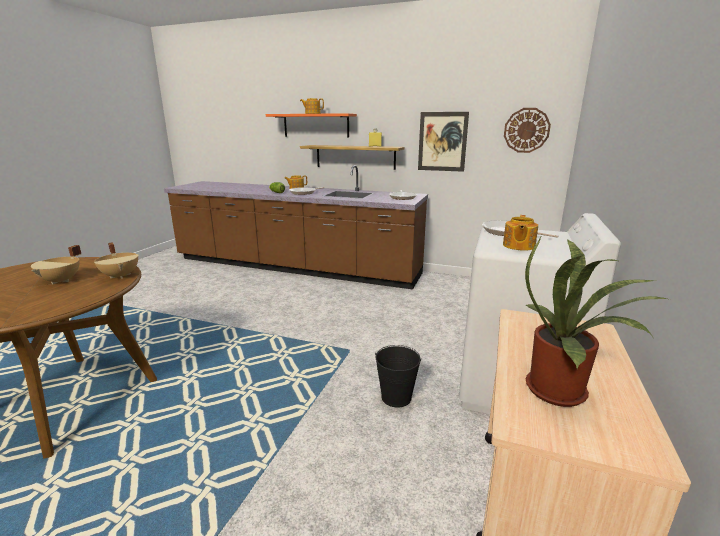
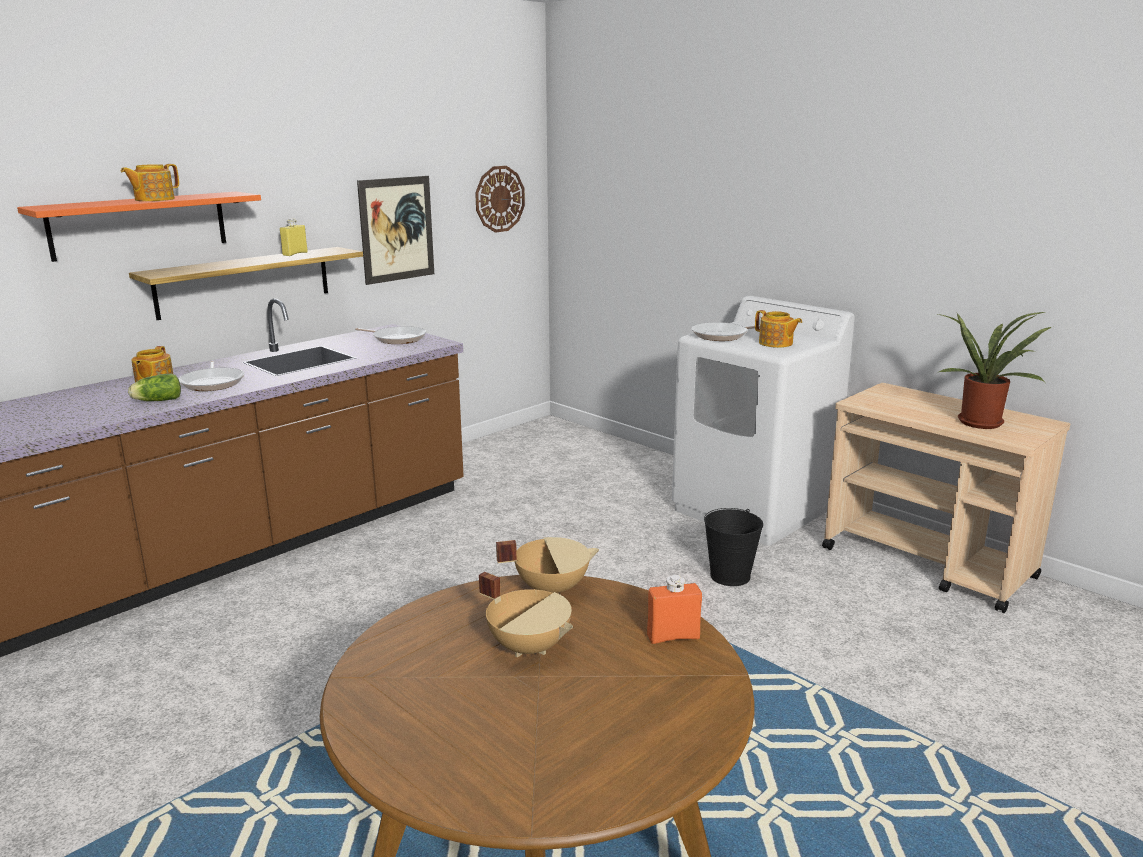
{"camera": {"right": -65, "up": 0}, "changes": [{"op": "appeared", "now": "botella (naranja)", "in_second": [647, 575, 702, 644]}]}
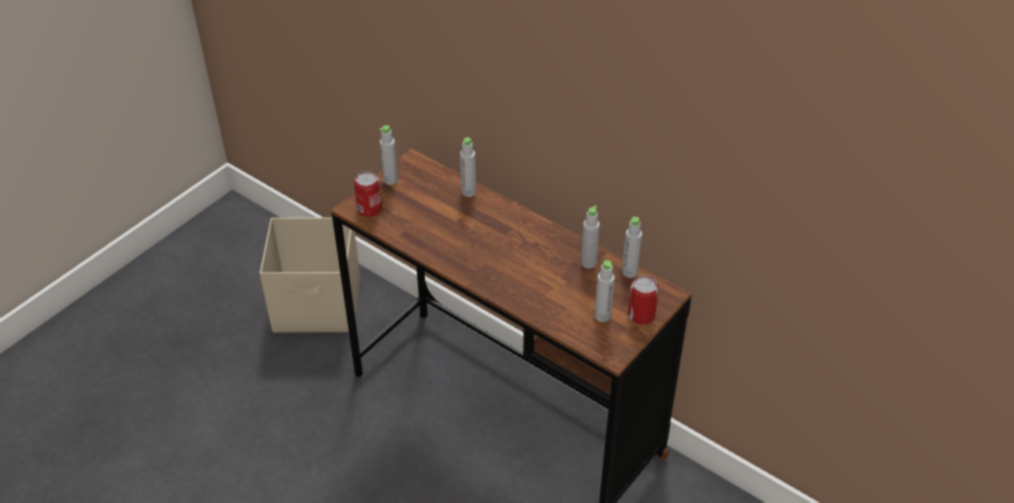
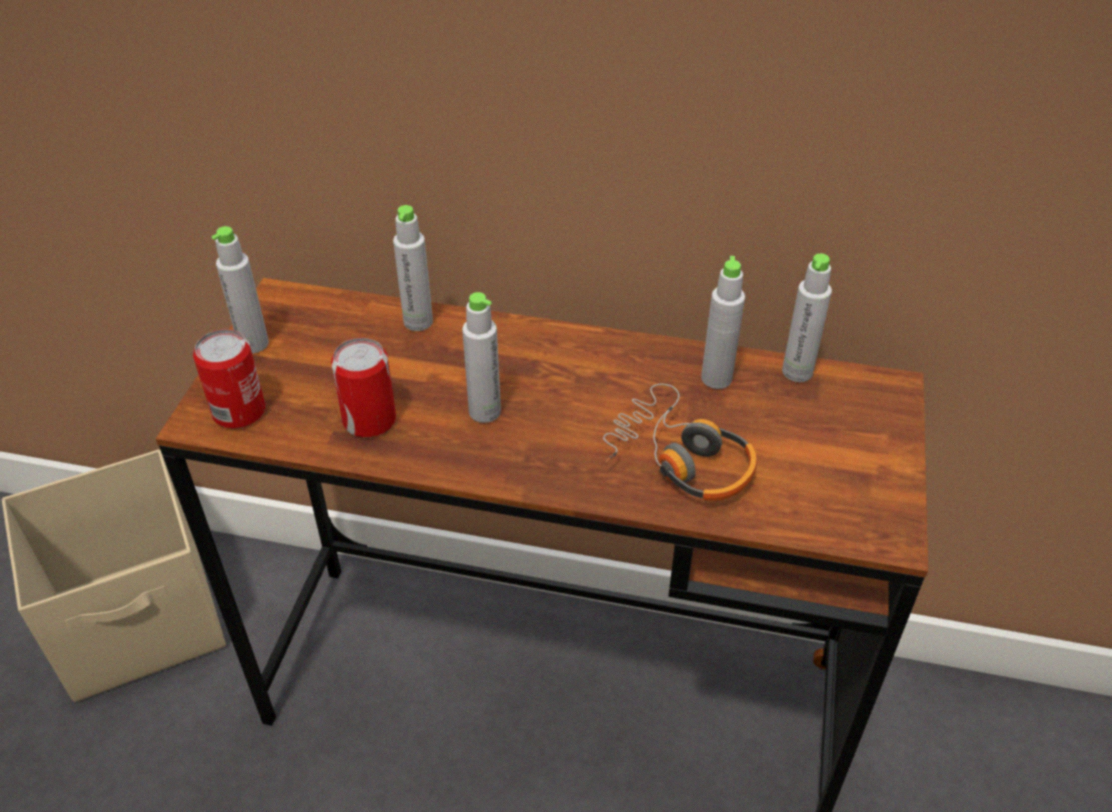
{"camera": {"right": -25, "up": 0}, "changes": [{"op": "relocated", "was": "lata", "in_first": [628, 275, 659, 325], "in_second": [331, 338, 396, 438]}, {"op": "relocated", "was": "botella (gris)", "in_first": [595, 260, 615, 322], "in_second": [462, 292, 501, 423]}, {"op": "appeared", "now": "auriculares", "in_second": [603, 384, 757, 501]}]}
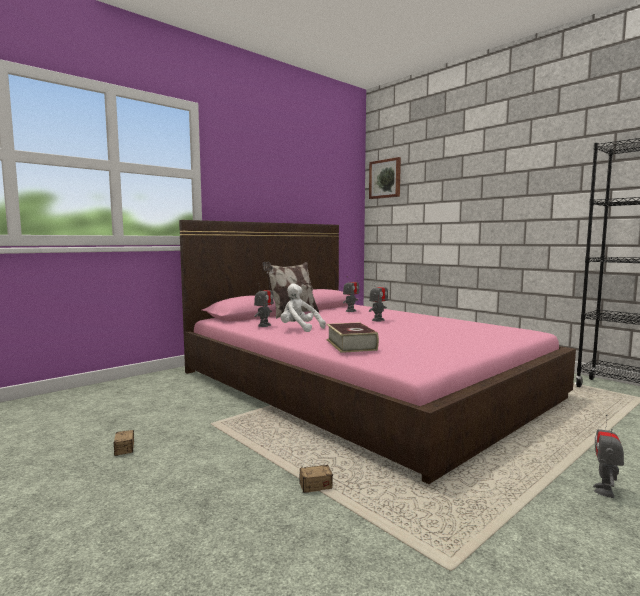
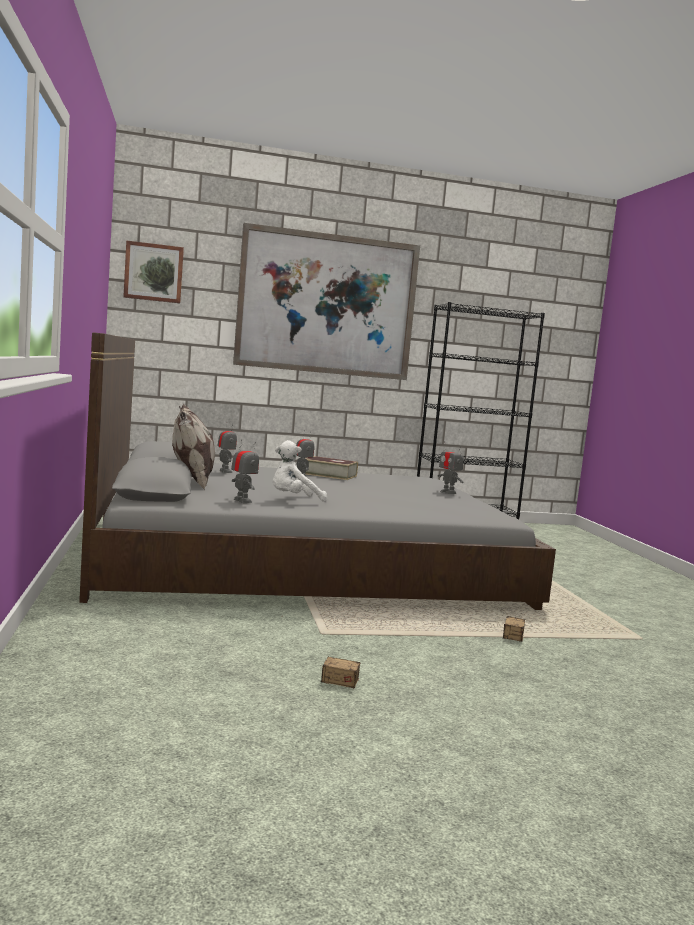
{"camera": {"right": -60, "up": 0}, "changes": [{"op": "colour", "was": "cama (rosa)", "now": "cama (gris)", "in_first": [179, 220, 576, 484], "in_second": [79, 332, 556, 610]}, {"op": "appeared", "now": "cuadro", "in_second": [233, 223, 420, 380]}, {"op": "relocated", "was": "libro", "in_first": [327, 322, 379, 353], "in_second": [305, 456, 358, 480]}, {"op": "relocated", "was": "robot de juguete", "in_first": [593, 414, 624, 498], "in_second": [438, 441, 463, 494]}]}
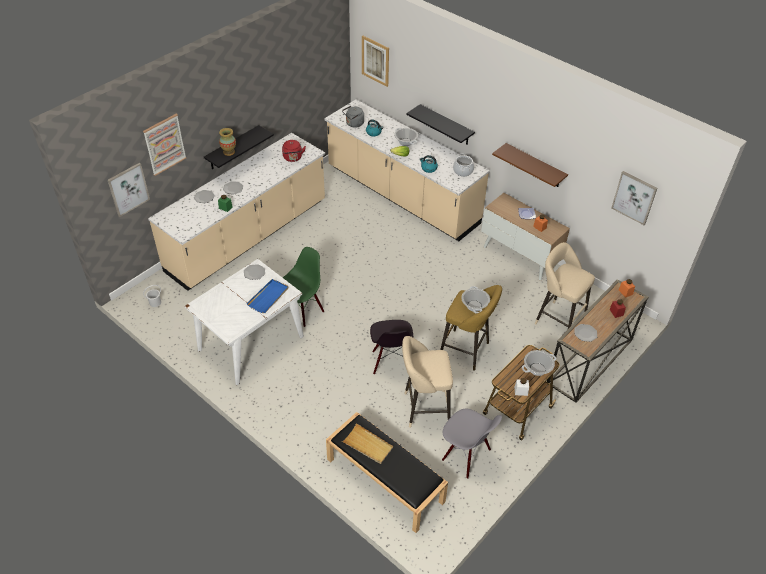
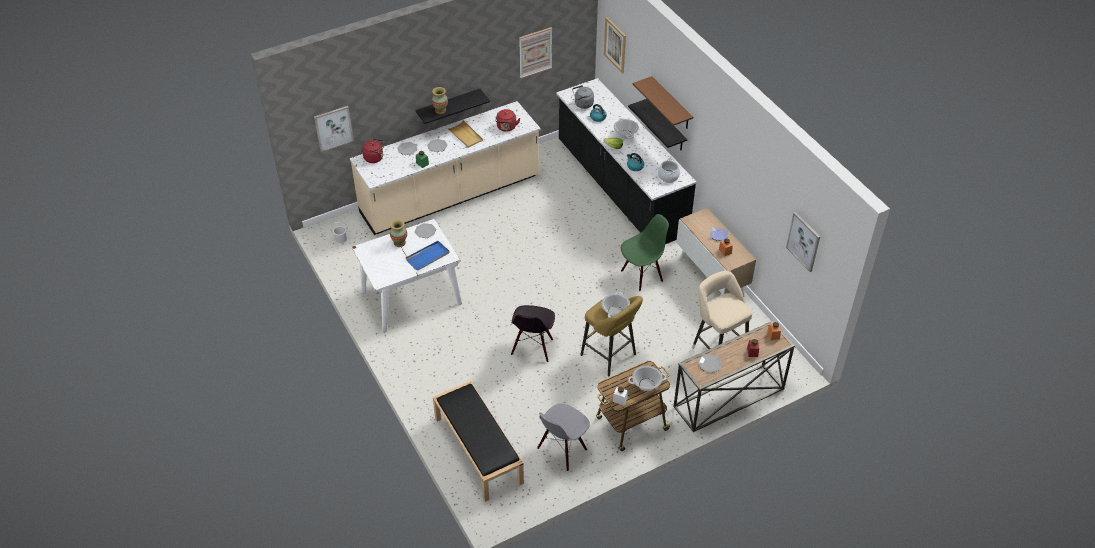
{"camera": {"right": 20, "up": 0}, "changes": [{"op": "appeared", "now": "hervidor (rojo)", "in_second": [362, 138, 385, 163]}, {"op": "appeared", "now": "florero", "in_second": [390, 219, 407, 247]}, {"op": "relocated", "was": "bandeja (beis)", "in_first": [342, 423, 393, 464], "in_second": [447, 120, 483, 148]}, {"op": "relocated", "was": "cuadro", "in_first": [143, 114, 186, 176], "in_second": [519, 27, 552, 78]}, {"op": "spun", "was": "silla (gris)", "in_first": [442, 408, 502, 479], "in_second": [537, 403, 590, 471], "clockwise": 75}, {"op": "colour", "was": "mueble bajo de cocina (beis)", "now": "mueble bajo de cocina (negro)", "in_first": [324, 99, 490, 241], "in_second": [556, 78, 696, 244]}, {"op": "relocated", "was": "silla (verde)", "in_first": [283, 247, 324, 327], "in_second": [621, 214, 669, 291]}, {"op": "relocated", "was": "estante (marrón)", "in_first": [492, 143, 568, 187], "in_second": [633, 76, 693, 129]}, {"op": "missing", "was": "taburete (beis)", "in_first": [402, 336, 453, 428]}]}
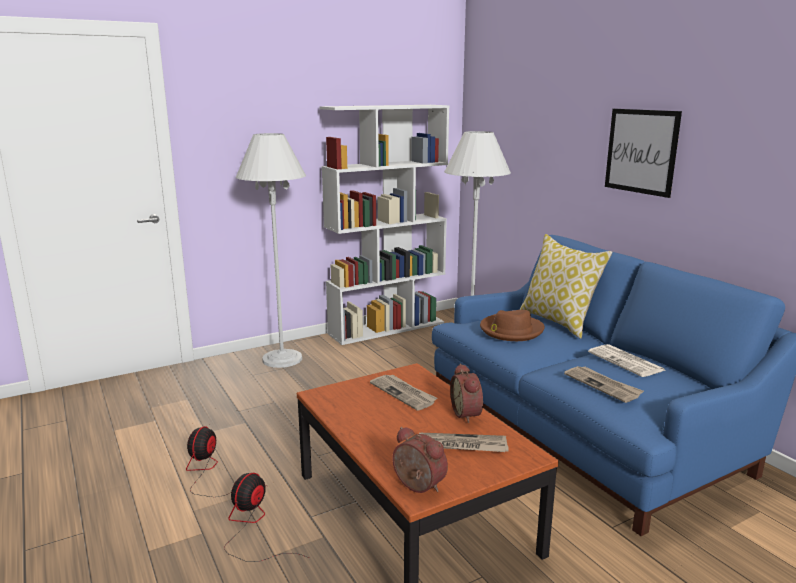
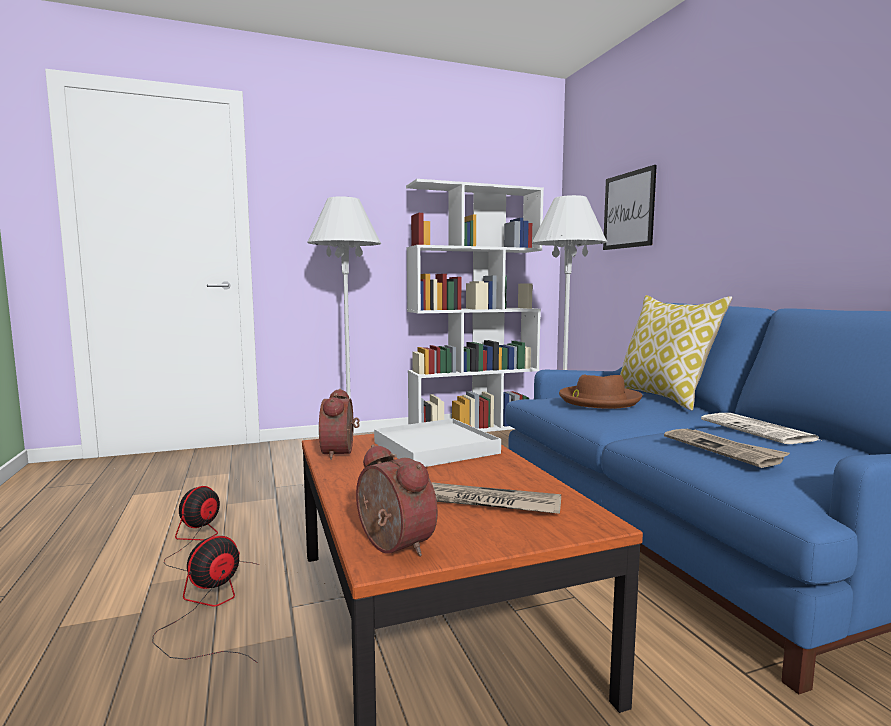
{"camera": {"right": 10, "up": -10}, "changes": [{"op": "relocated", "was": "despertador", "in_first": [450, 363, 483, 423], "in_second": [319, 389, 360, 460]}, {"op": "exchanged", "was": "periódico", "now": "bandeja (blanco)", "in_first": [370, 375, 437, 411], "in_second": [374, 419, 501, 467]}, {"op": "relocated", "was": "cuadro", "in_first": [605, 109, 682, 198], "in_second": [603, 165, 657, 250]}]}
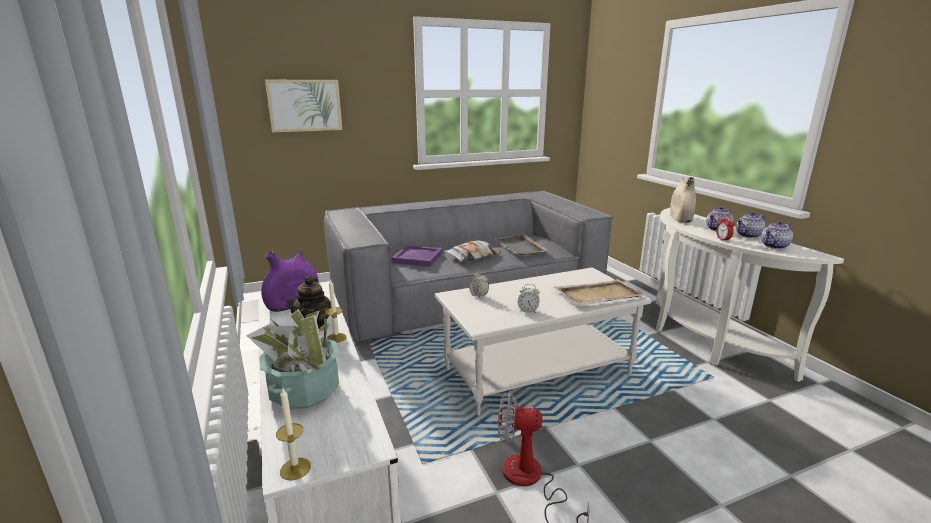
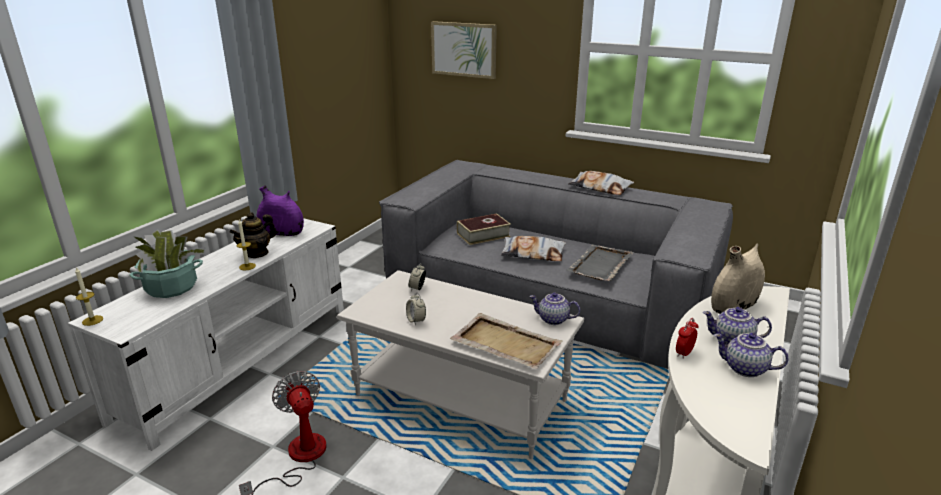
{"camera": {"right": 50, "up": 5}, "changes": [{"op": "exchanged", "was": "bandeja (morado)", "now": "libro", "in_first": [392, 245, 442, 267], "in_second": [457, 214, 511, 245]}, {"op": "relocated", "was": "tetera", "in_first": [761, 221, 793, 249], "in_second": [529, 292, 580, 325]}, {"op": "appeared", "now": "cojín", "in_second": [568, 171, 634, 195]}]}
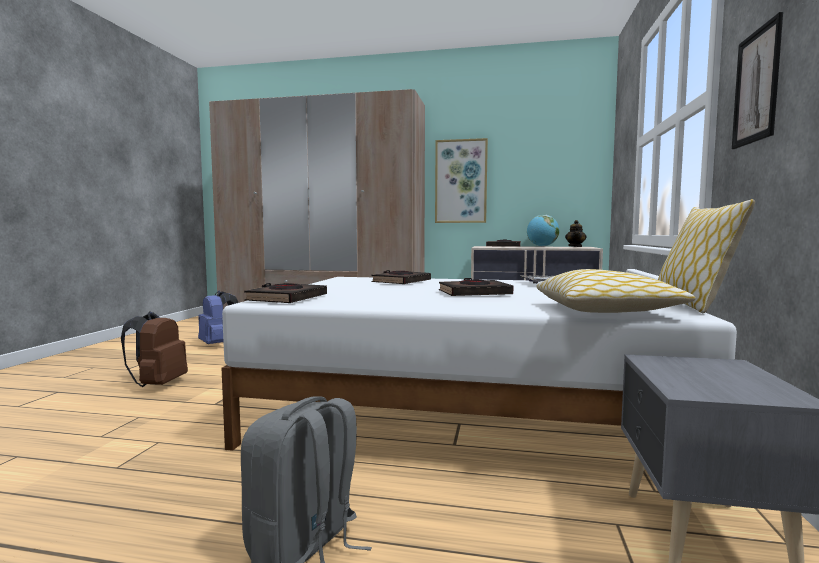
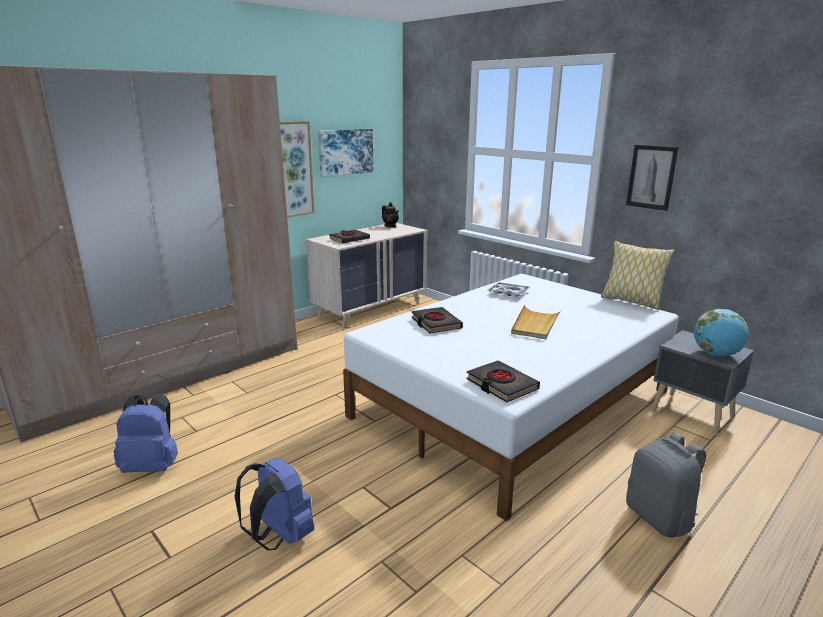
{"camera": {"right": -55, "up": 15}, "changes": [{"op": "colour", "was": "mochila (marrón)", "now": "mochila (azul)", "in_first": [121, 311, 188, 387], "in_second": [234, 458, 314, 550]}, {"op": "appeared", "now": "cuadro", "in_second": [318, 129, 374, 177]}, {"op": "exchanged", "was": "libro (negro)", "now": "bandeja (beis)", "in_first": [439, 278, 513, 296], "in_second": [511, 305, 561, 339]}, {"op": "relocated", "was": "globo terráqueo", "in_first": [527, 215, 559, 247], "in_second": [694, 309, 748, 357]}, {"op": "missing", "was": "cojín", "in_first": [536, 269, 696, 313]}]}
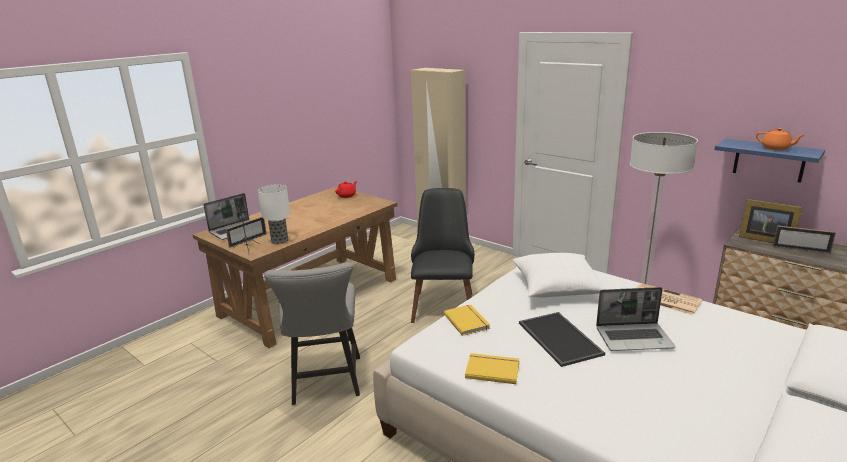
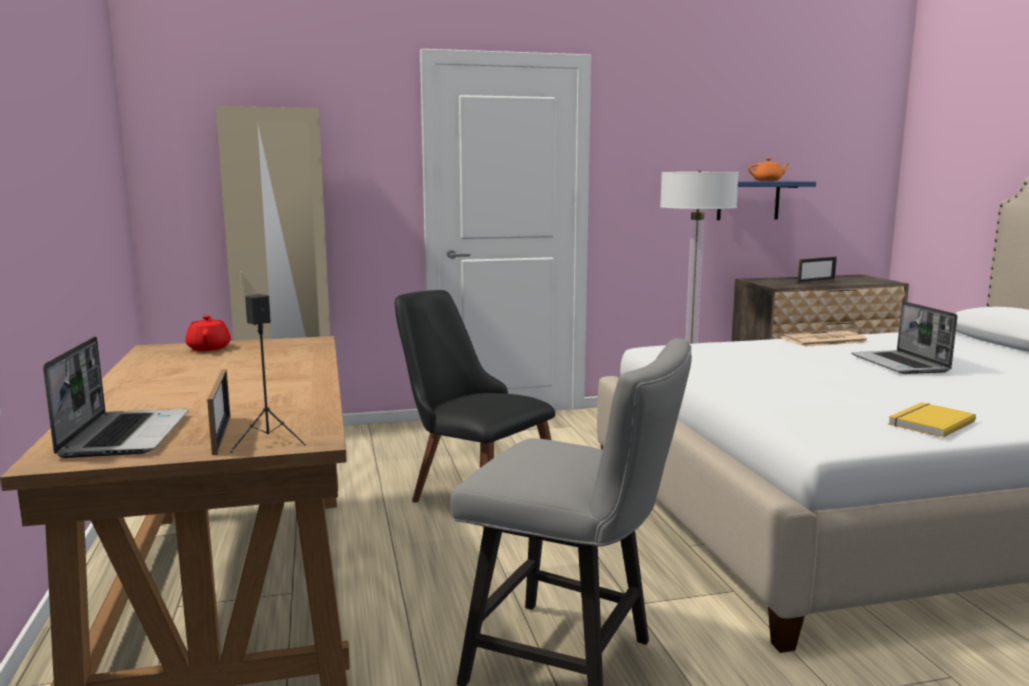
{"camera": {"right": -55, "up": -10}, "changes": [{"op": "spun", "was": "portátil", "in_first": [596, 287, 676, 351], "in_second": [851, 301, 957, 374], "clockwise": 135}, {"op": "missing", "was": "lámpara de mesa", "in_first": [258, 185, 290, 244]}, {"op": "missing", "was": "libro (amarillo)", "in_first": [444, 304, 490, 336]}, {"op": "missing", "was": "cojín (blanco)", "in_first": [513, 253, 608, 297]}, {"op": "missing", "was": "bandeja", "in_first": [519, 312, 605, 367]}, {"op": "missing", "was": "portarretratos", "in_first": [739, 199, 802, 243]}]}
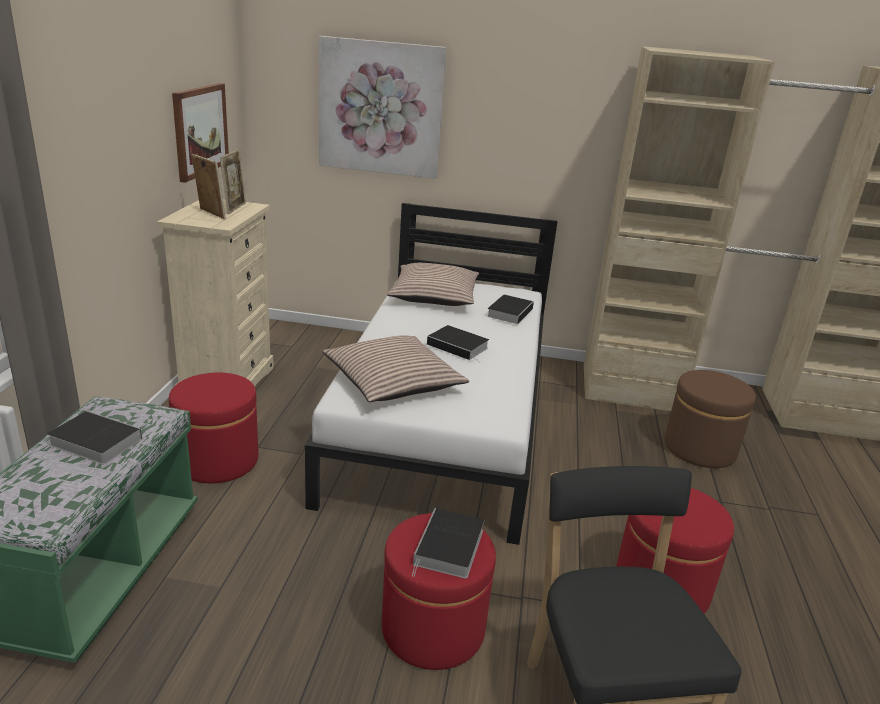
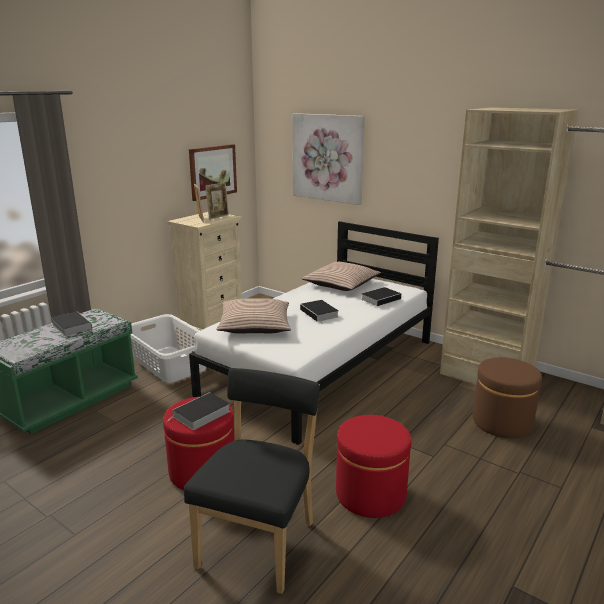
{"camera": {"right": 30, "up": -5}, "changes": [{"op": "exchanged", "was": "puf (rojo)", "now": "cesto de la ropa (blanco)", "in_first": [169, 373, 259, 483], "in_second": [130, 314, 206, 383]}]}
